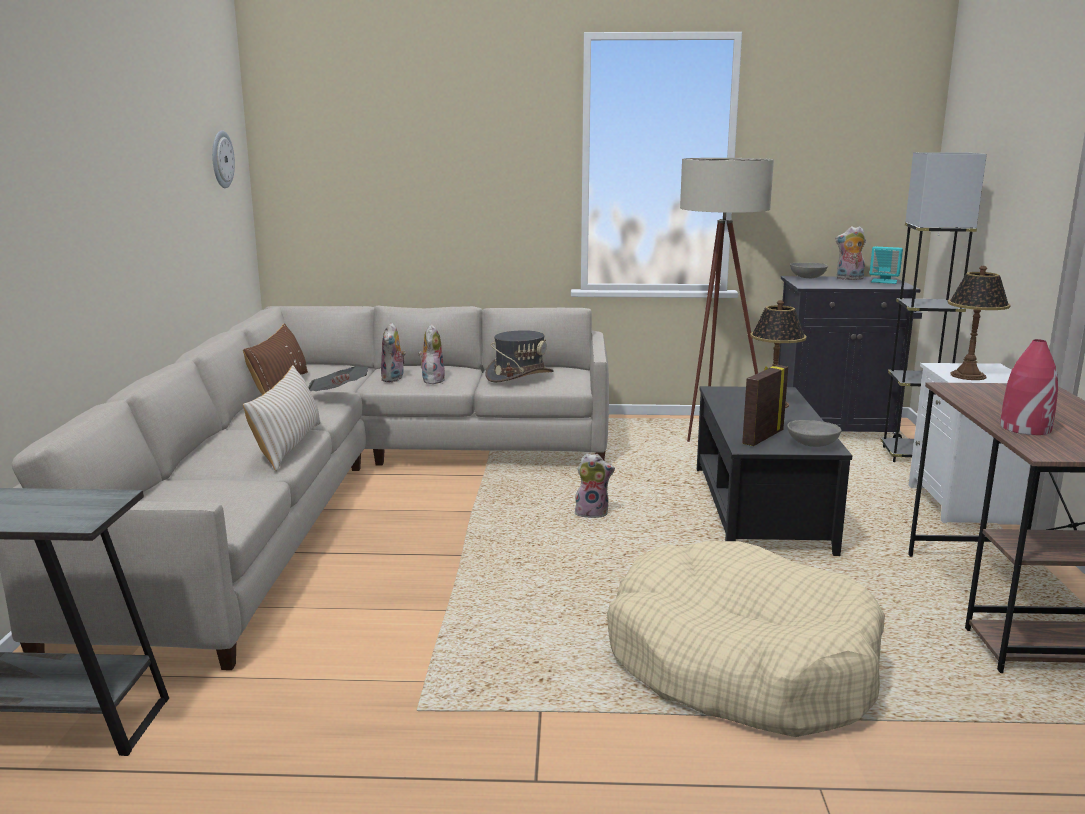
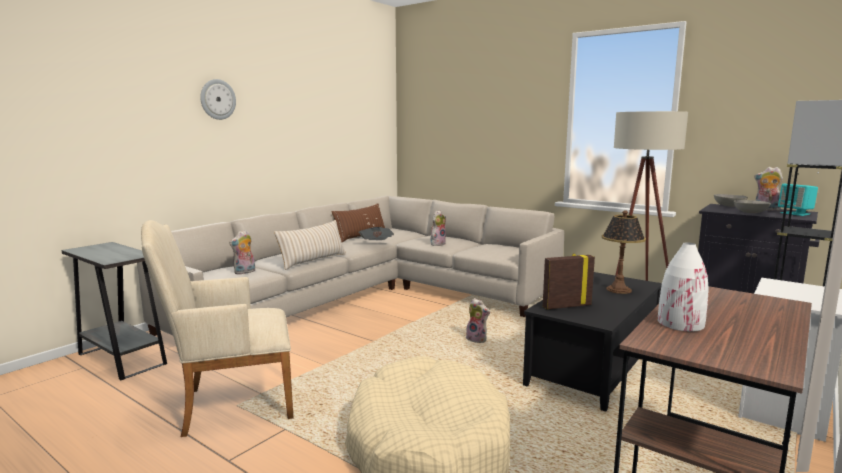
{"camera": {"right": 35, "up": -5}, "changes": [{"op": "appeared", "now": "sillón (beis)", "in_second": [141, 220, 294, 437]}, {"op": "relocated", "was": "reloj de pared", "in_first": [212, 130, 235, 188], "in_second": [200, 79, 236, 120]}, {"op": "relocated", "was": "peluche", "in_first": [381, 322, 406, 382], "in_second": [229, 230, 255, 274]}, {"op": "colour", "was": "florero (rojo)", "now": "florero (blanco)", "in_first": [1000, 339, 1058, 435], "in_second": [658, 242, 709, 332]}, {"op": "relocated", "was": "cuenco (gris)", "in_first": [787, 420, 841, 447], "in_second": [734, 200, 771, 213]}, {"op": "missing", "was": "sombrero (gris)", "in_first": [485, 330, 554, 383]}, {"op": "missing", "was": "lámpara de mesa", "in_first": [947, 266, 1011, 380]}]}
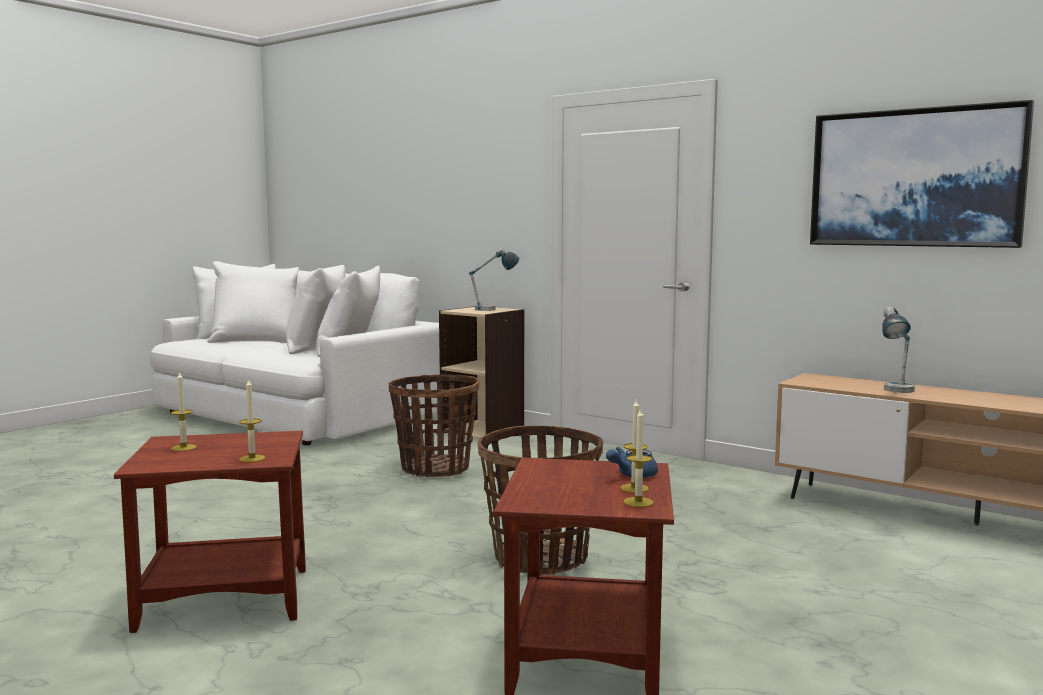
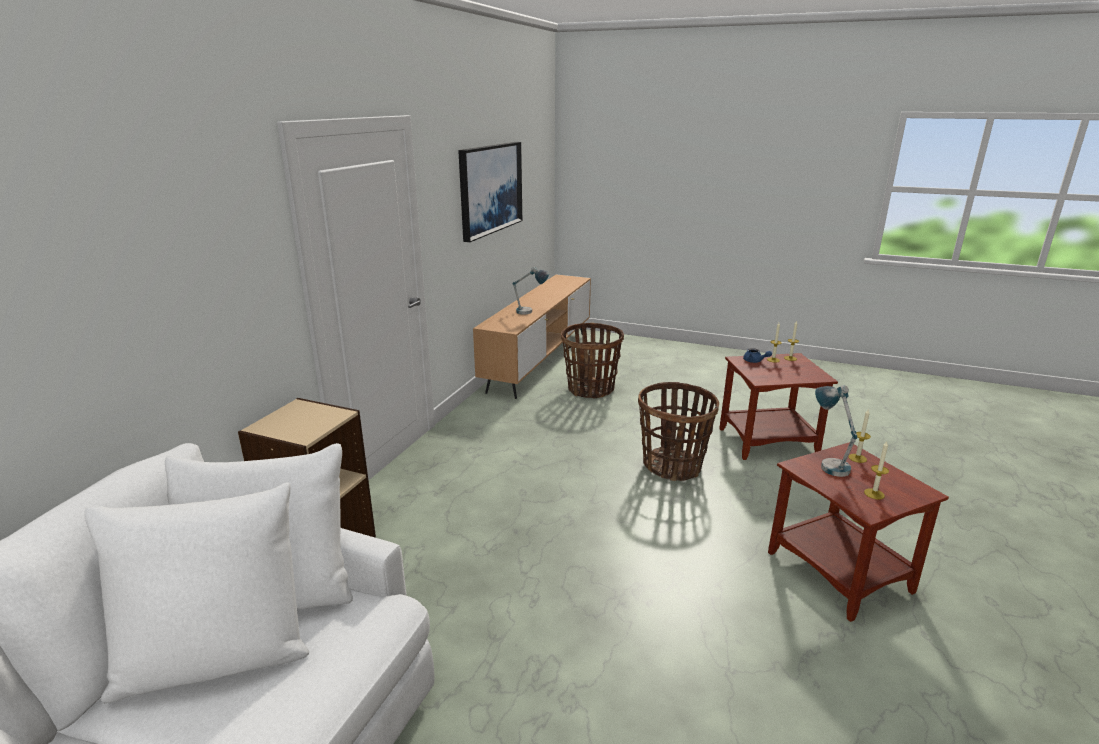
{"camera": {"right": -105, "up": 15}, "changes": [{"op": "relocated", "was": "cesta", "in_first": [389, 374, 479, 477], "in_second": [561, 323, 624, 398]}, {"op": "relocated", "was": "lámpara de mesa", "in_first": [469, 248, 520, 311], "in_second": [815, 385, 857, 477]}]}
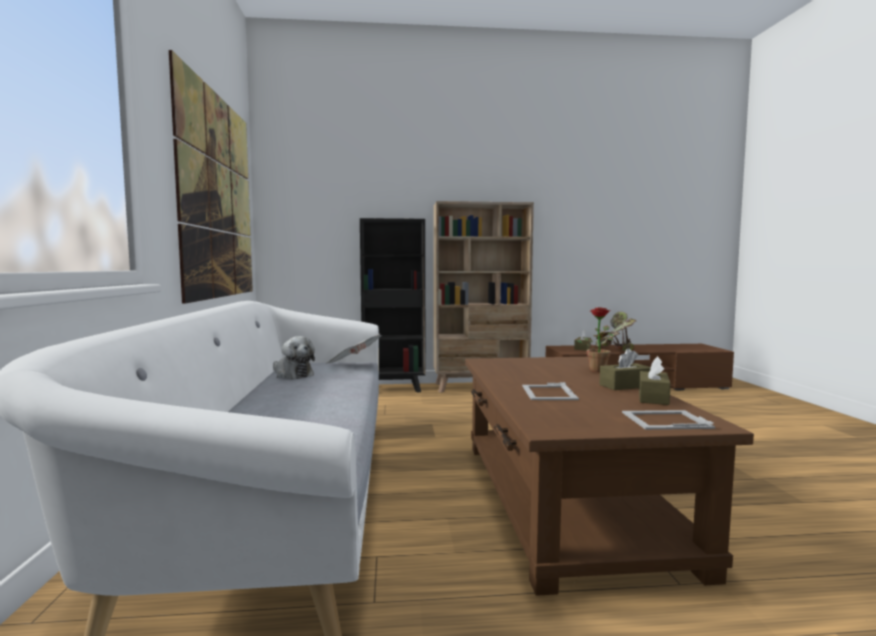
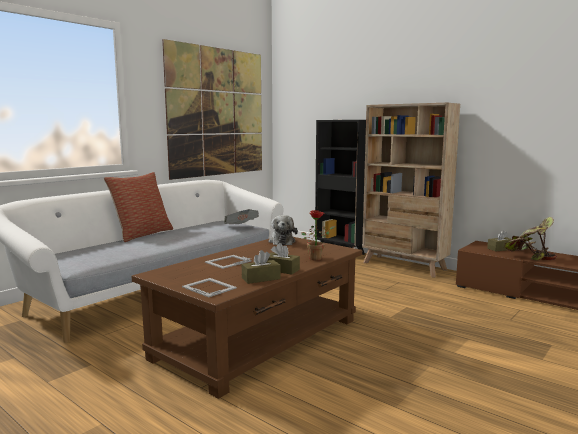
{"camera": {"right": 45, "up": 5}, "changes": [{"op": "appeared", "now": "cojín", "in_second": [104, 172, 173, 242]}, {"op": "relocated", "was": "peluche", "in_first": [273, 336, 315, 379], "in_second": [269, 215, 298, 245]}]}
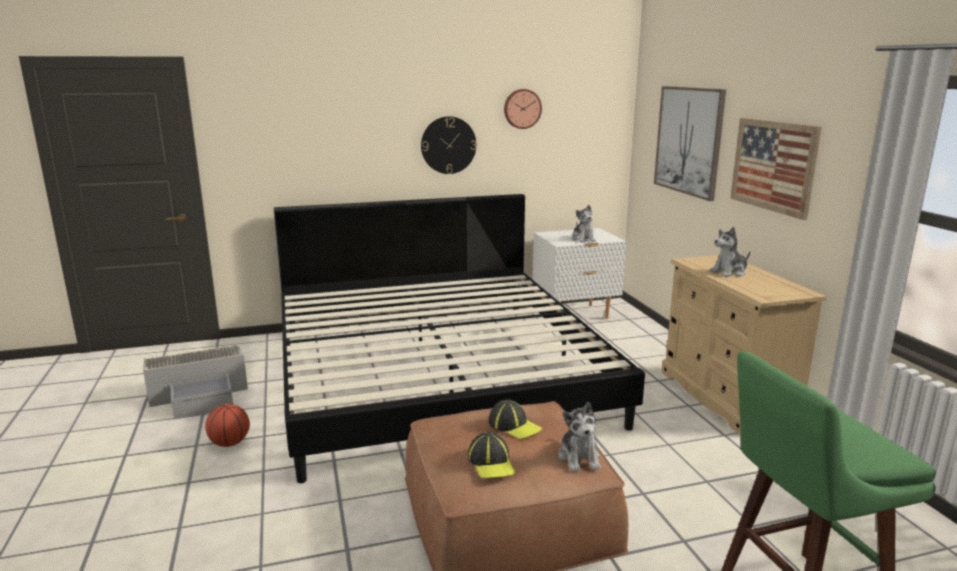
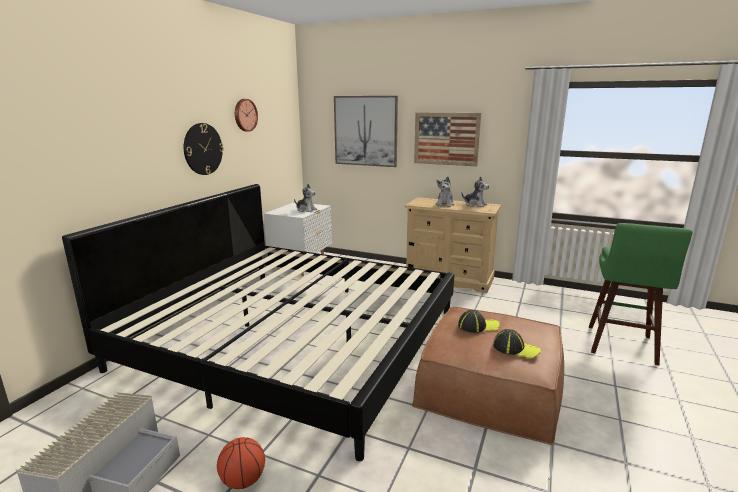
{"camera": {"right": -50, "up": 0}, "changes": [{"op": "relocated", "was": "peluche", "in_first": [559, 402, 601, 472], "in_second": [462, 176, 489, 207]}]}
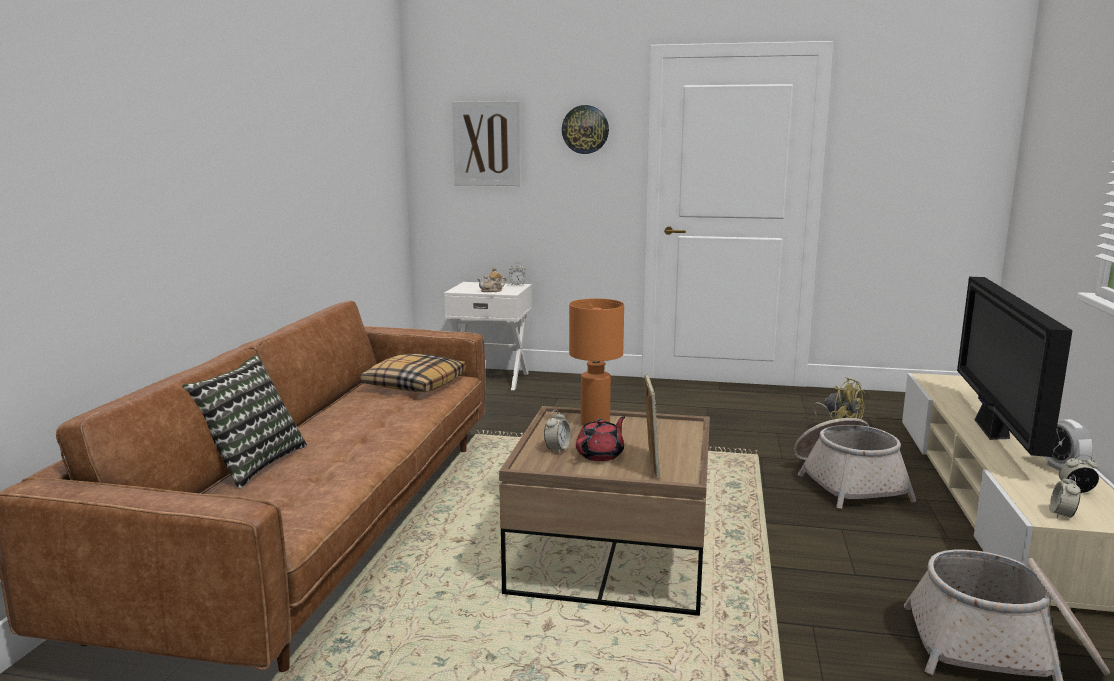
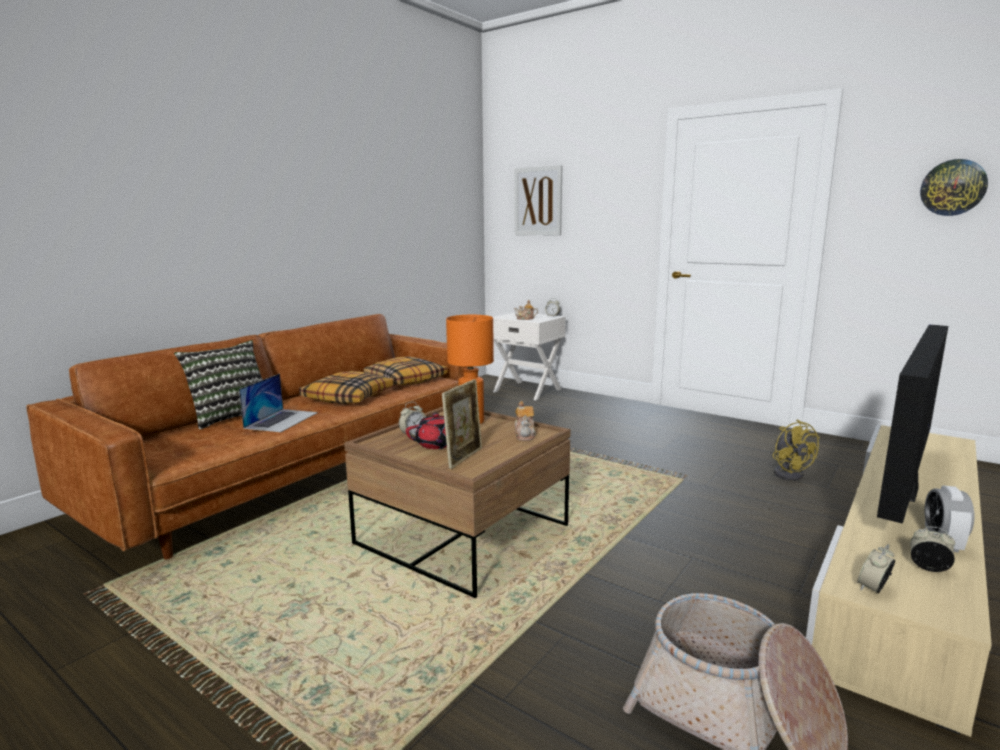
{"camera": {"right": 25, "up": 0}, "changes": [{"op": "appeared", "now": "portátil", "in_second": [239, 374, 318, 432]}, {"op": "appeared", "now": "cojín", "in_second": [299, 371, 394, 404]}, {"op": "appeared", "now": "tetera", "in_second": [515, 401, 536, 441]}, {"op": "relocated", "was": "reloj de pared", "in_first": [562, 105, 609, 154], "in_second": [920, 159, 988, 216]}, {"op": "missing", "was": "cesta", "in_first": [794, 418, 916, 509]}]}
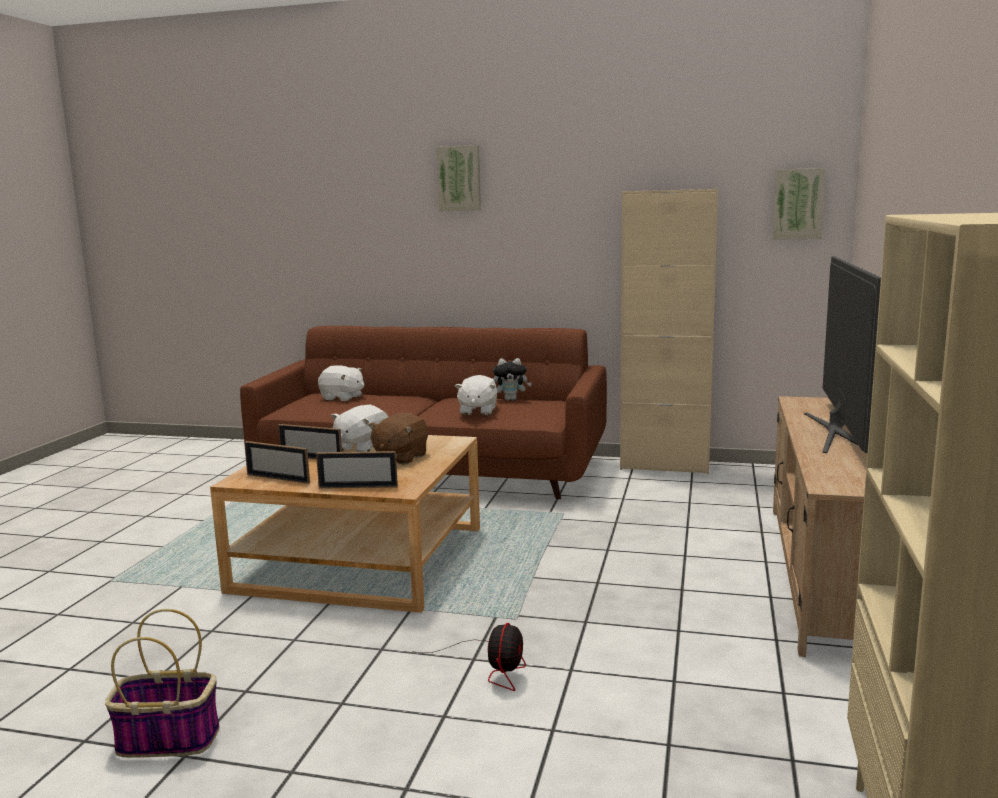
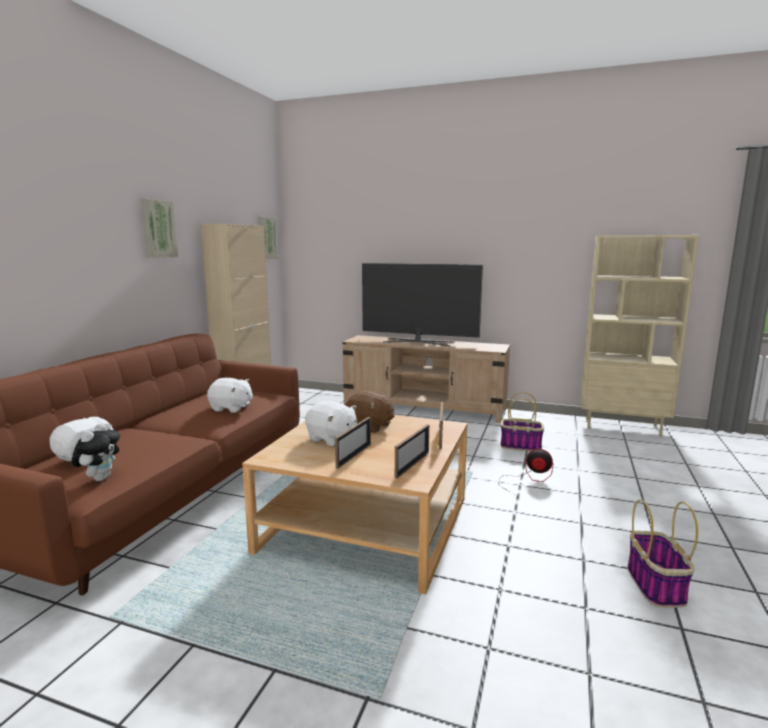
{"camera": {"right": -85, "up": 0}, "changes": [{"op": "relocated", "was": "peluche", "in_first": [493, 358, 532, 401], "in_second": [72, 423, 120, 481]}, {"op": "relocated", "was": "cuadro", "in_first": [436, 145, 481, 211], "in_second": [141, 198, 178, 258]}, {"op": "appeared", "now": "cesta", "in_second": [500, 392, 544, 451]}]}
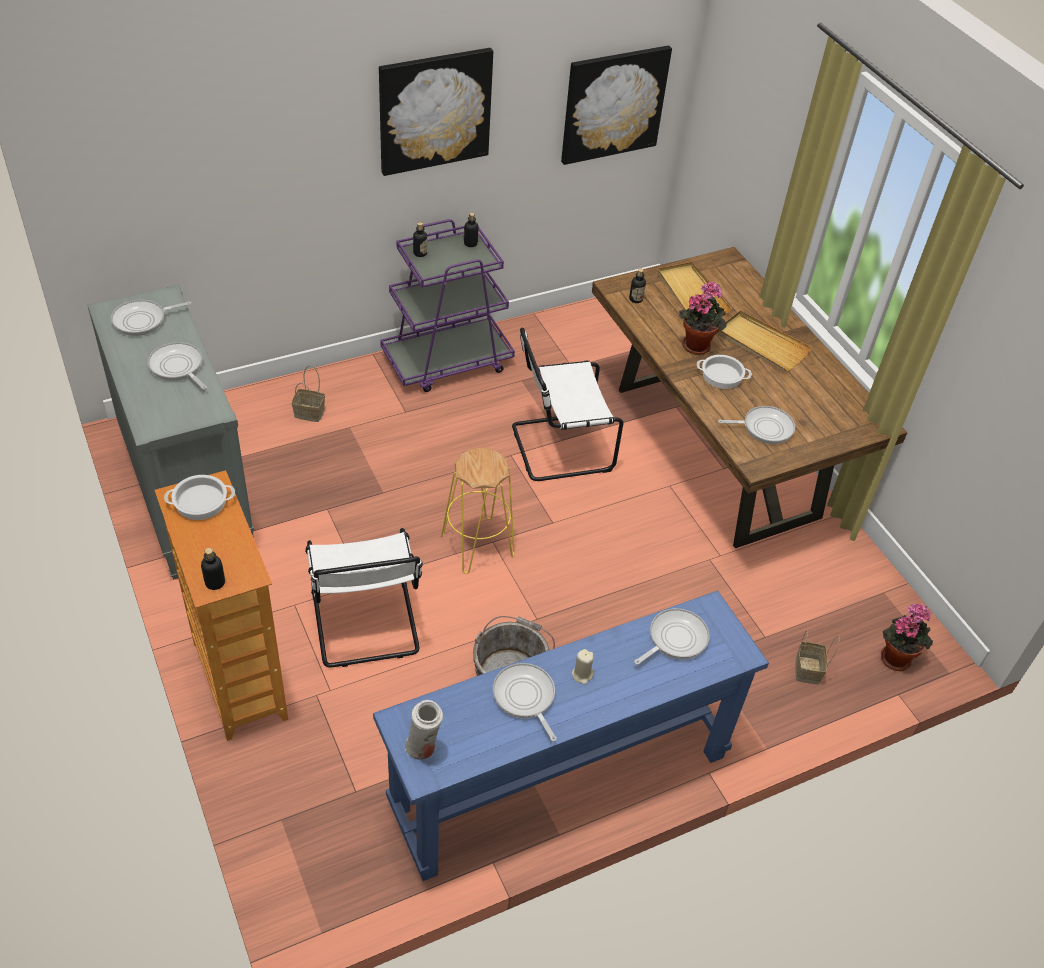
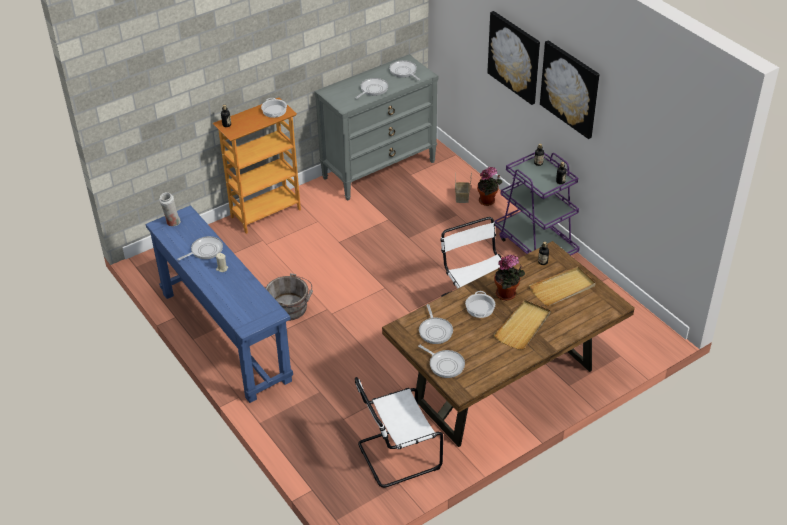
{"camera": {"right": 85, "up": -5}, "changes": [{"op": "relocated", "was": "silla (blanco)", "in_first": [305, 528, 423, 668], "in_second": [355, 377, 443, 488]}, {"op": "relocated", "was": "sartén", "in_first": [634, 608, 710, 665], "in_second": [418, 345, 465, 378]}, {"op": "relocated", "was": "planta en maceta", "in_first": [881, 603, 933, 671], "in_second": [477, 167, 502, 206]}, {"op": "relocated", "was": "cuadro", "in_first": [561, 46, 672, 165], "in_second": [487, 11, 540, 105]}, {"op": "missing", "was": "taburete (amarillo)", "in_first": [441, 448, 515, 574]}, {"op": "missing", "was": "cesta", "in_first": [795, 630, 840, 684]}]}
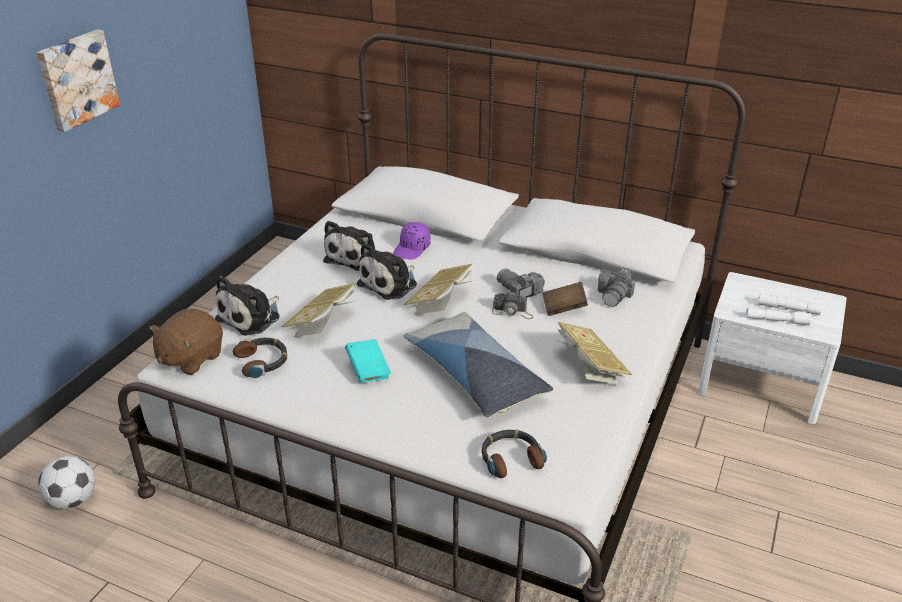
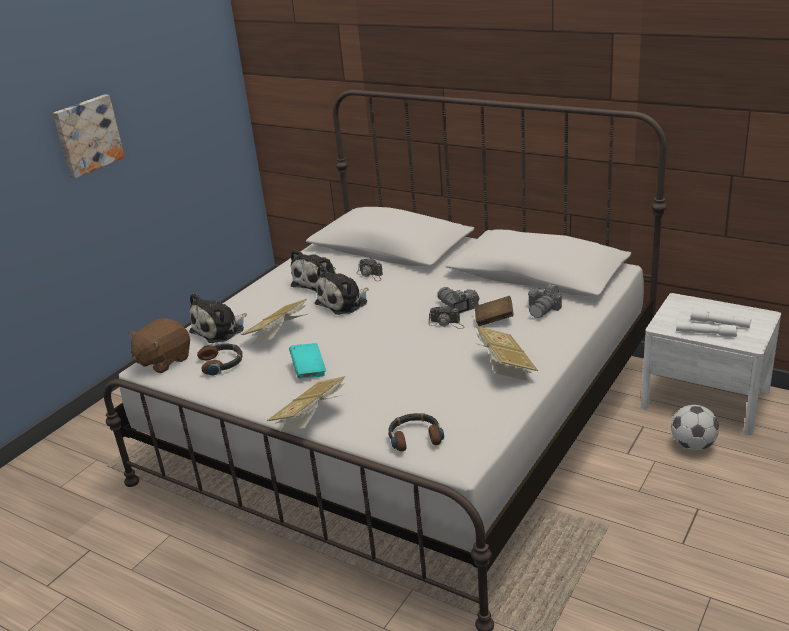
{"camera": {"right": 10, "up": -5}, "changes": [{"op": "relocated", "was": "libro", "in_first": [404, 264, 472, 315], "in_second": [267, 376, 346, 432]}, {"op": "exchanged", "was": "gorra (morado)", "now": "cámara", "in_first": [393, 222, 431, 260], "in_second": [356, 258, 383, 281]}, {"op": "relocated", "was": "balón de fútbol", "in_first": [38, 456, 95, 509], "in_second": [671, 405, 719, 450]}, {"op": "missing", "was": "cojín", "in_first": [404, 312, 553, 418]}]}
